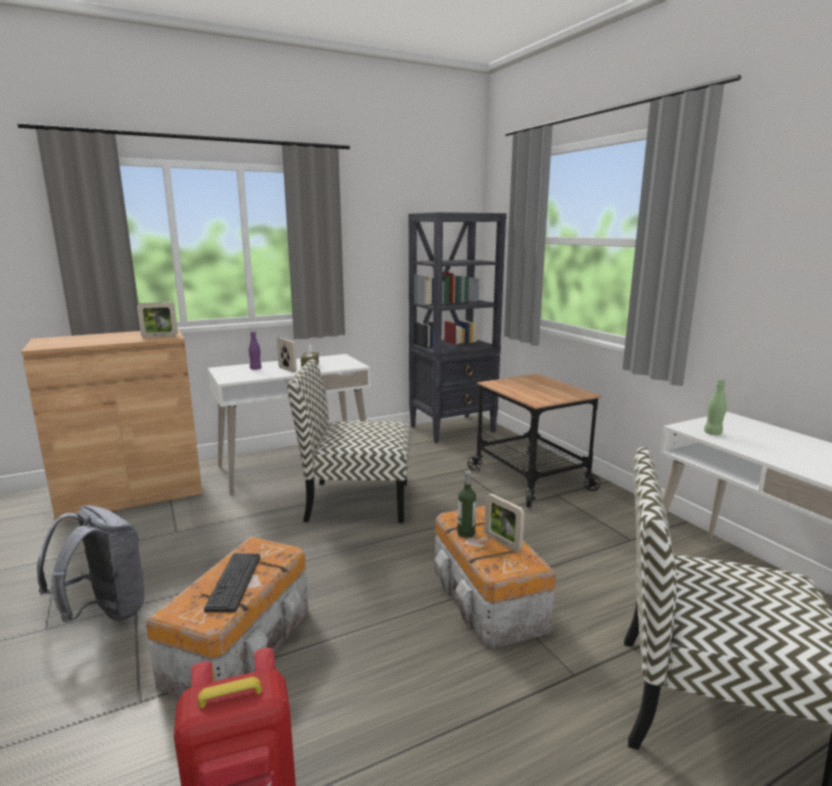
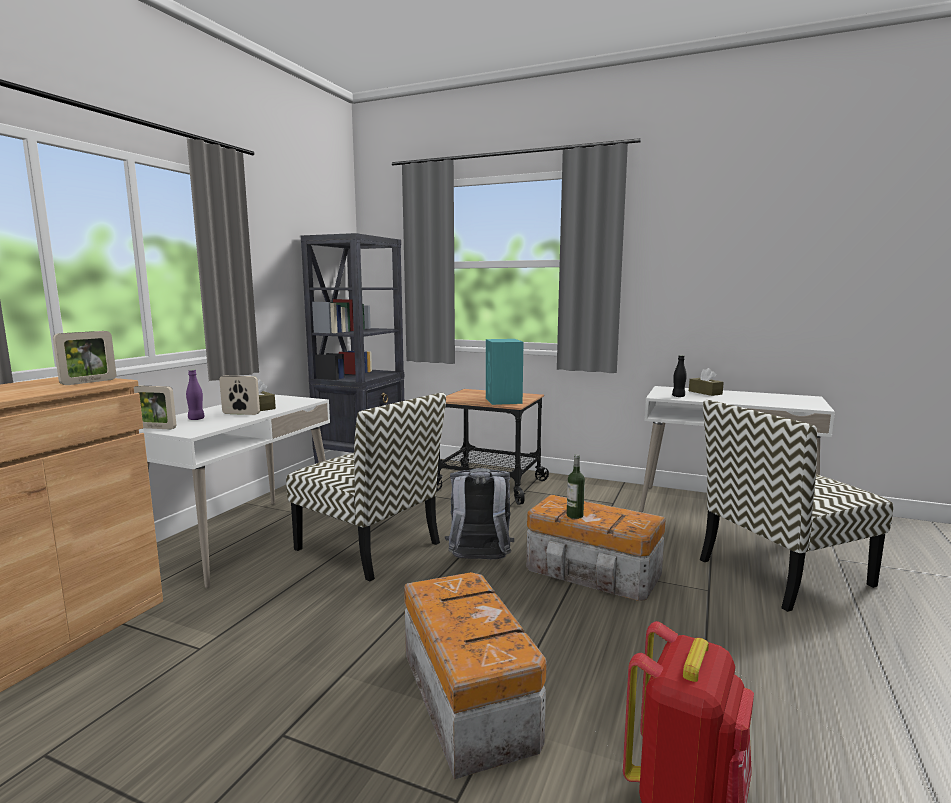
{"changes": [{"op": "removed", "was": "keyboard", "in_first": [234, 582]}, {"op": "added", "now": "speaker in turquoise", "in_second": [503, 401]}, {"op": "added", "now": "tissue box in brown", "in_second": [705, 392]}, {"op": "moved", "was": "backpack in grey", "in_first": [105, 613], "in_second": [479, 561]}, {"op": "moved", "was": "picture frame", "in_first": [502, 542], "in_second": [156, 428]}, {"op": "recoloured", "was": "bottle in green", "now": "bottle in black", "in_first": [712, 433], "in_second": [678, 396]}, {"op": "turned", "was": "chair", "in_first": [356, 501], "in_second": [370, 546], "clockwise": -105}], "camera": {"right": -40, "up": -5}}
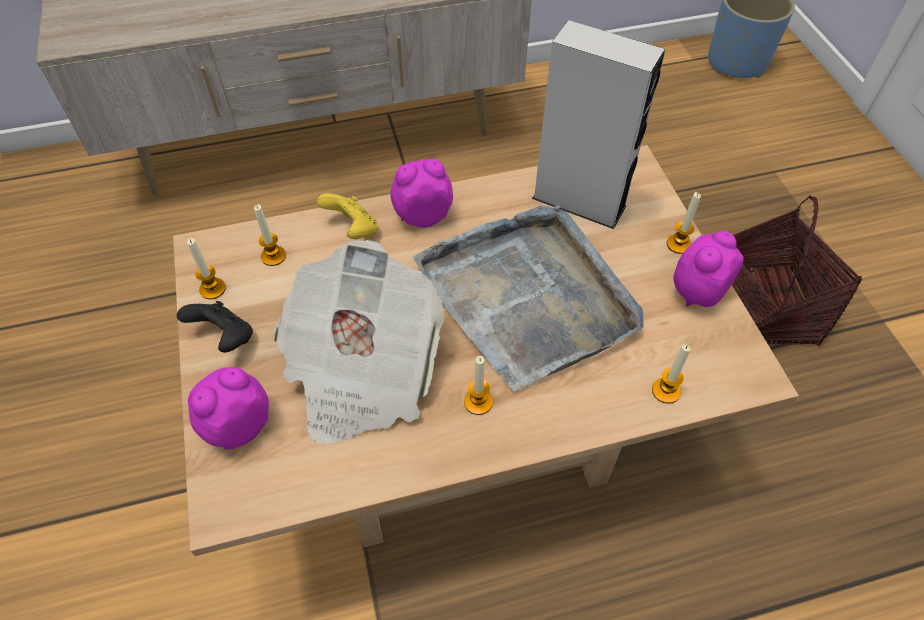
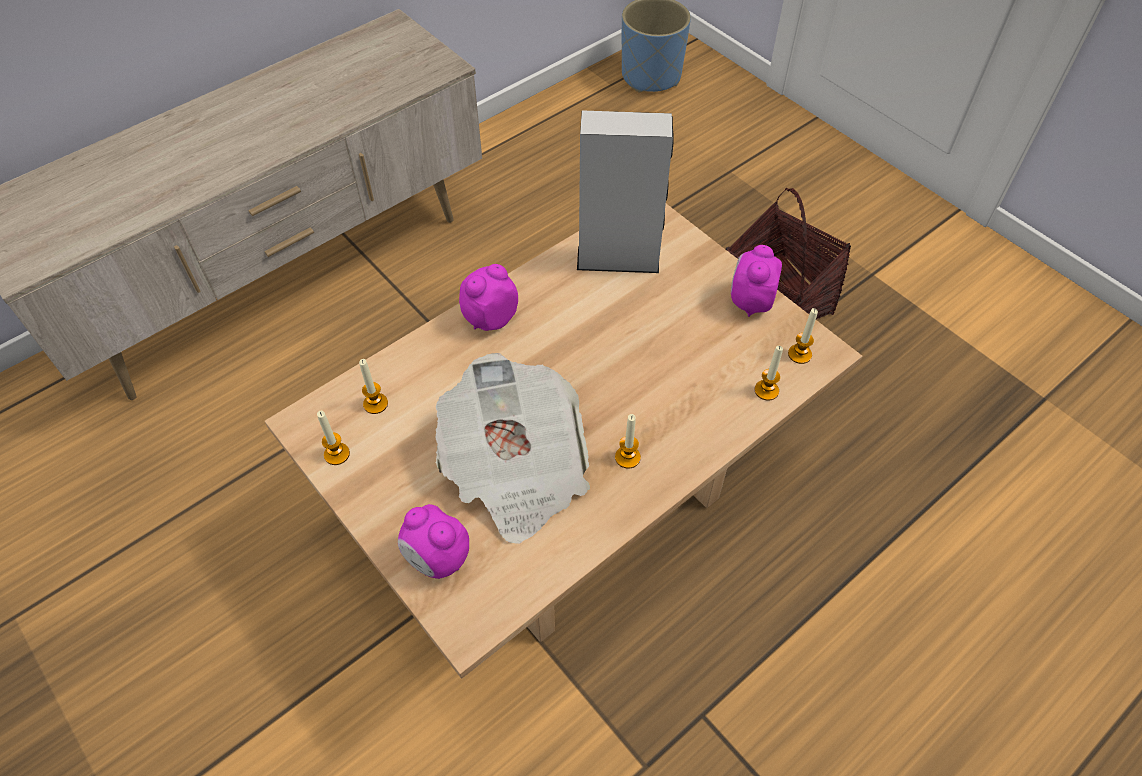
{"changes": [{"op": "removed", "was": "game controller in black", "in_first": [225, 338]}, {"op": "removed", "was": "game controller in yellow", "in_first": [353, 230]}, {"op": "removed", "was": "tray in grey", "in_first": [529, 296]}, {"op": "moved", "was": "candle", "in_first": [678, 244], "in_second": [799, 354]}, {"op": "turned", "was": "alarm clock", "in_first": [238, 425], "in_second": [437, 559], "clockwise": -75}], "camera": {"right": -25, "up": 0}}
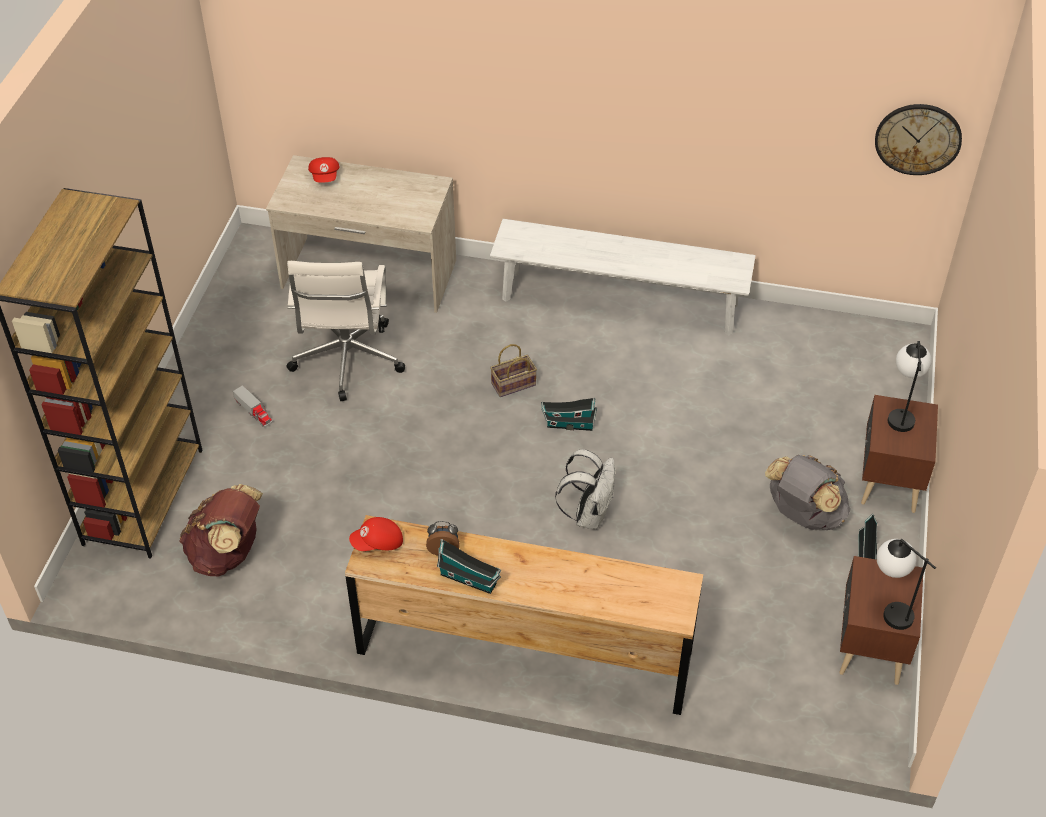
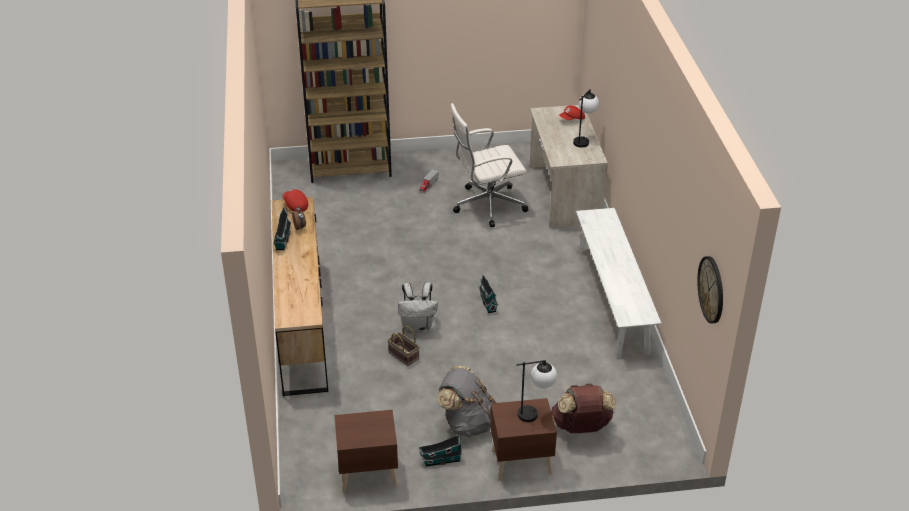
{"changes": [{"op": "moved", "was": "backpack in brown", "in_first": [228, 554], "in_second": [581, 427]}, {"op": "moved", "was": "basket", "in_first": [513, 385], "in_second": [402, 355]}, {"op": "moved", "was": "table lamp", "in_first": [888, 609], "in_second": [583, 140]}], "camera": {"right": 70, "up": -10}}
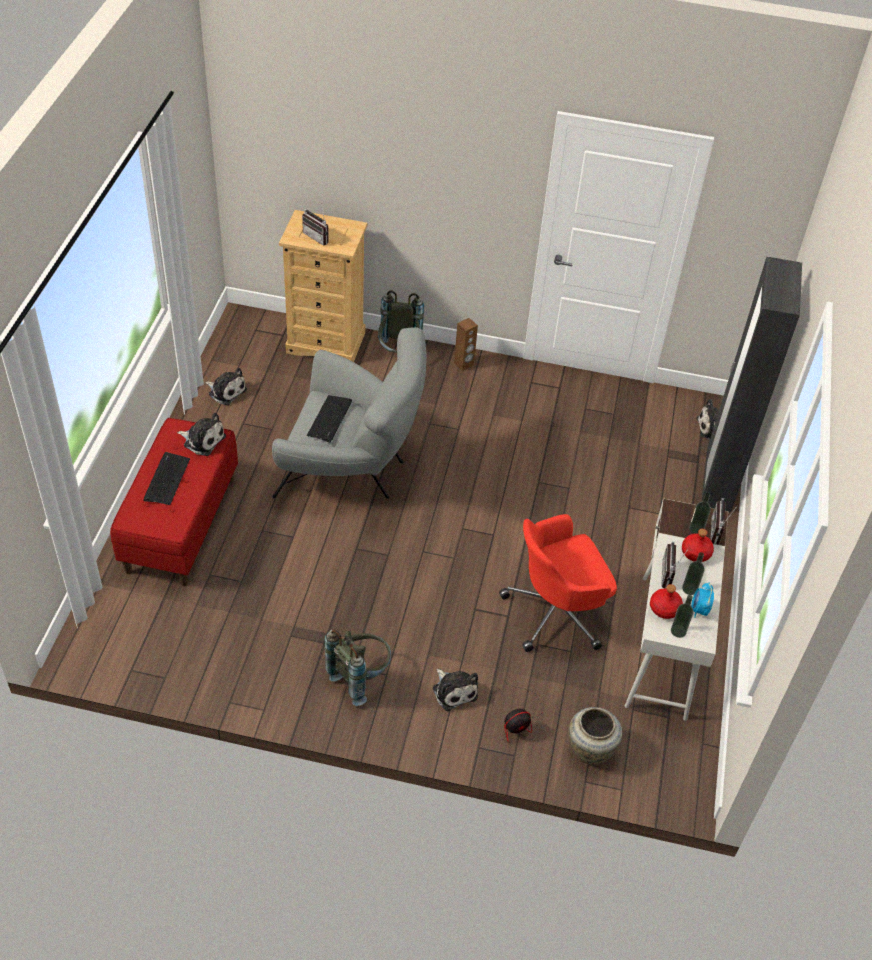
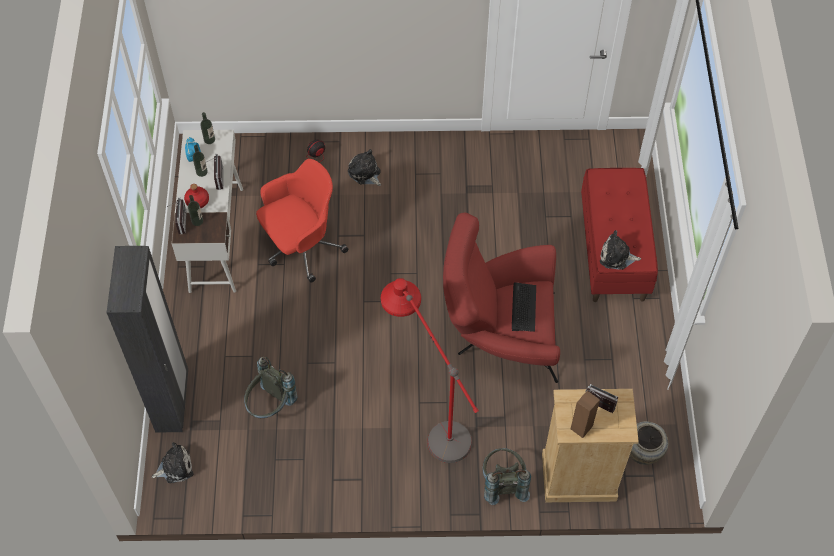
{"changes": [{"op": "removed", "was": "keyboard", "in_first": [166, 479]}, {"op": "removed", "was": "plush toy", "in_first": [226, 391]}, {"op": "removed", "was": "bottle in red", "in_first": [665, 608]}, {"op": "added", "now": "floor lamp in red", "in_second": [430, 418]}, {"op": "moved", "was": "backpack in grey", "in_first": [360, 677], "in_second": [270, 406]}, {"op": "moved", "was": "speaker in brown", "in_first": [464, 364], "in_second": [581, 427]}, {"op": "moved", "was": "vase in beige", "in_first": [590, 749], "in_second": [642, 453]}, {"op": "recoloured", "was": "armchair in grey", "now": "armchair in red", "in_first": [352, 469], "in_second": [499, 336]}], "camera": {"right": 170, "up": 10}}
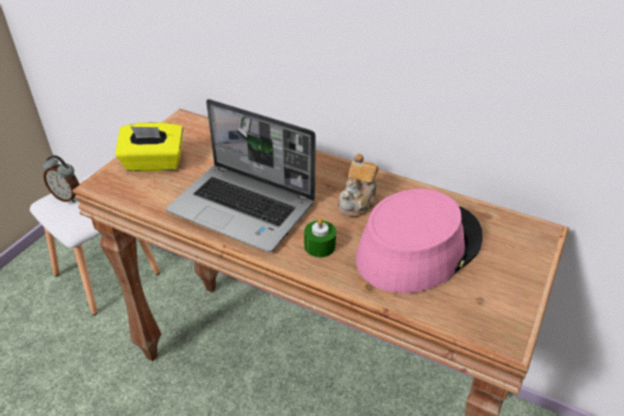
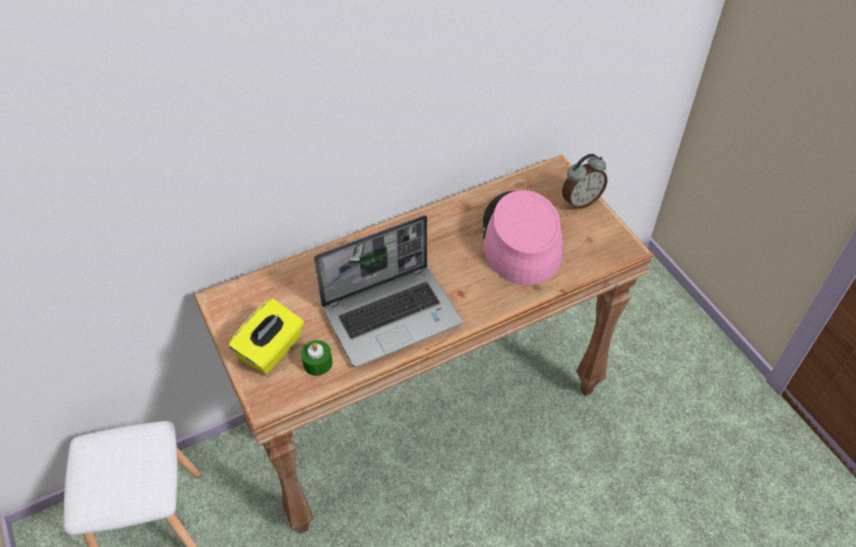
{"changes": [{"op": "removed", "was": "teapot", "in_first": [358, 201]}, {"op": "moved", "was": "alarm clock", "in_first": [68, 197], "in_second": [580, 201]}, {"op": "moved", "was": "candle in green", "in_first": [319, 246], "in_second": [317, 363]}], "camera": {"right": -55, "up": 10}}
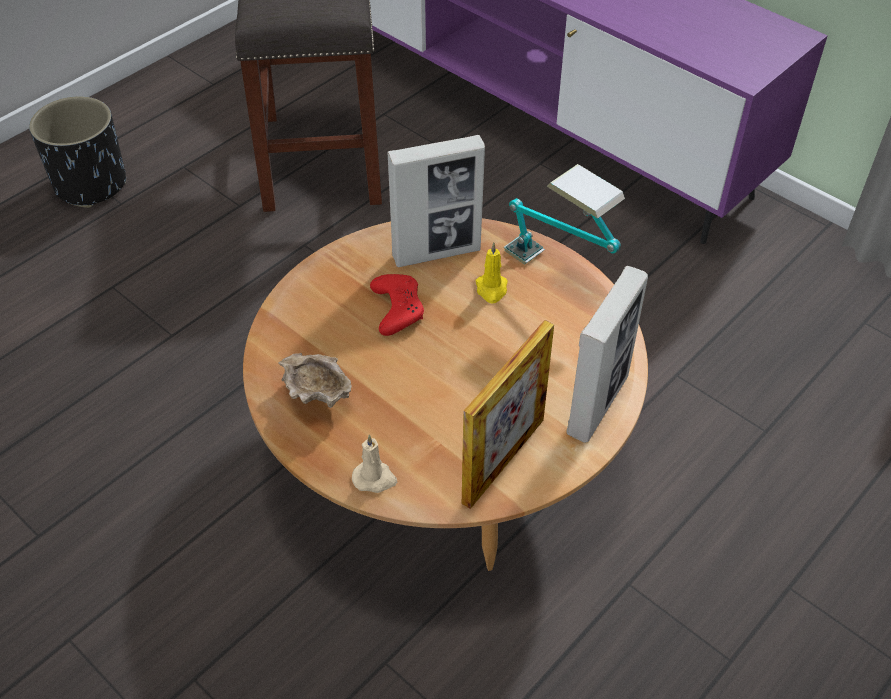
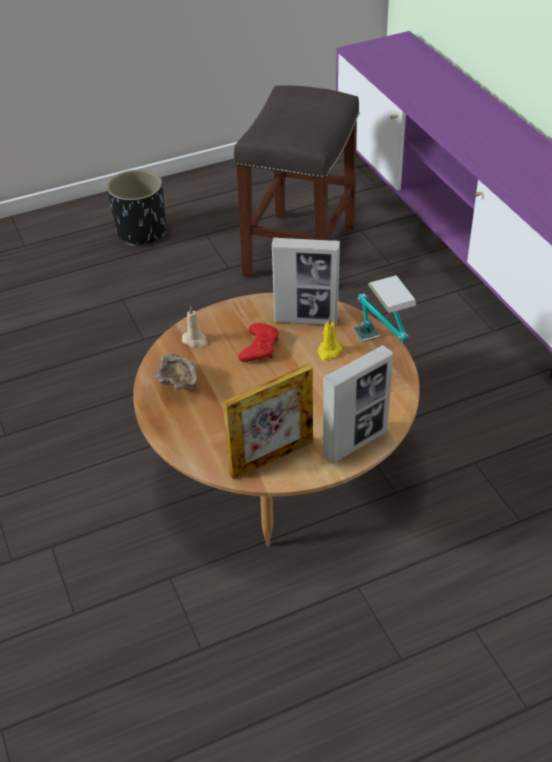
{"changes": [{"op": "moved", "was": "candle in beige", "in_first": [375, 478], "in_second": [195, 340]}], "camera": {"right": 25, "up": -5}}
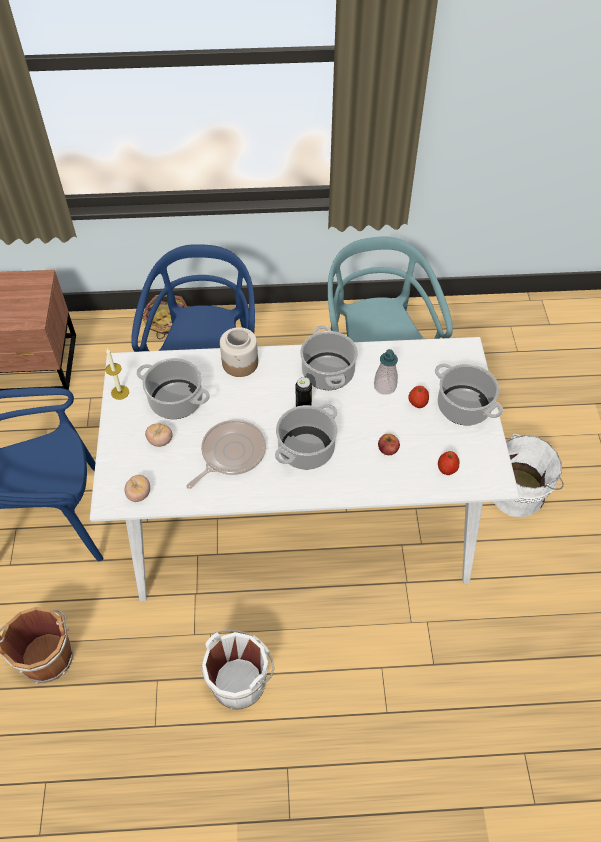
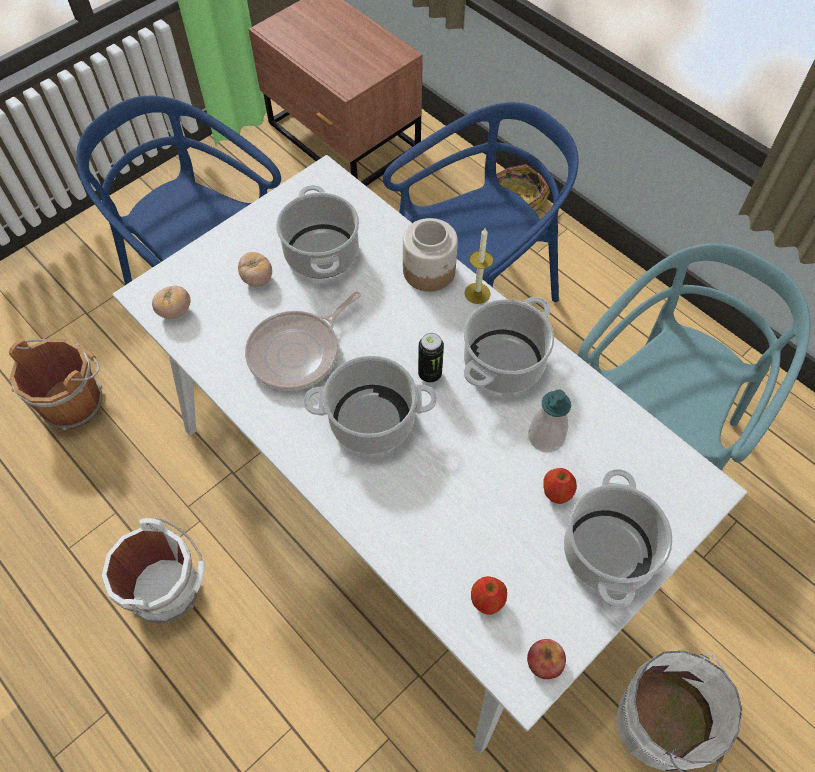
{"changes": [{"op": "moved", "was": "candle", "in_first": [120, 392], "in_second": [477, 293]}, {"op": "moved", "was": "apple", "in_first": [388, 448], "in_second": [544, 662]}, {"op": "turned", "was": "frying pan", "in_first": [230, 453], "in_second": [298, 352], "clockwise": 135}], "camera": {"right": 50, "up": 5}}
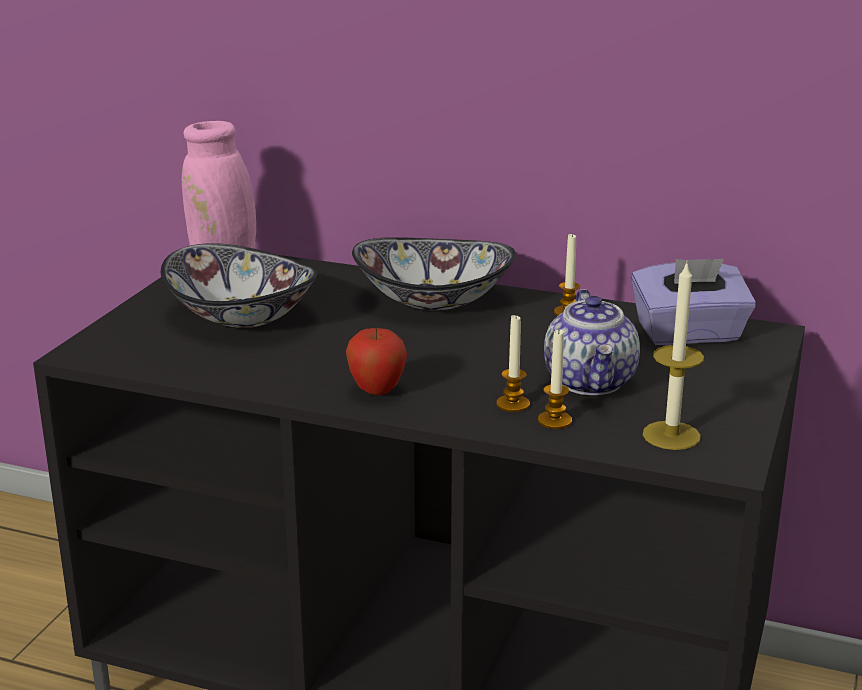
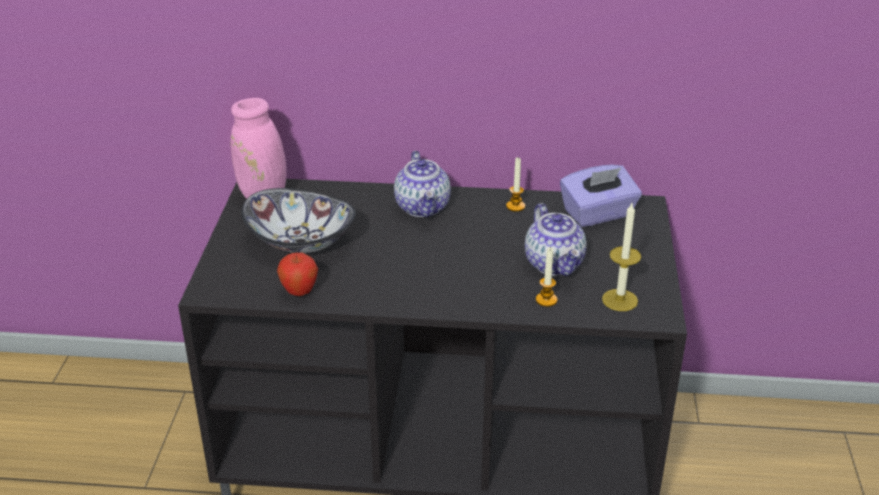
{"changes": [{"op": "removed", "was": "candle", "in_first": [513, 404]}, {"op": "moved", "was": "apple", "in_first": [377, 391], "in_second": [299, 292]}, {"op": "replaced", "was": "bowl", "now": "teapot", "in_first": [434, 300], "in_second": [423, 207]}], "camera": {"right": -15, "up": 10}}
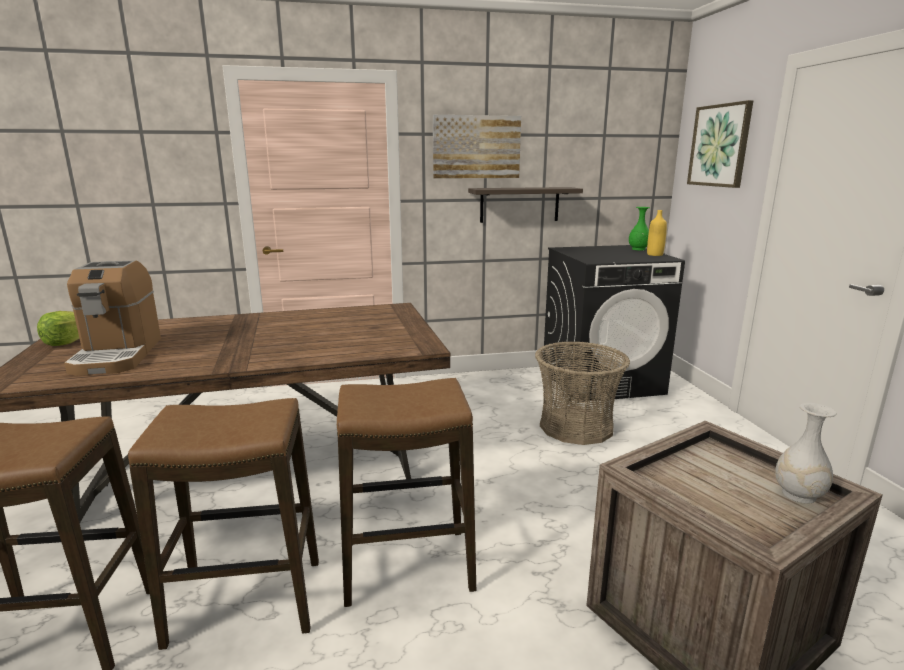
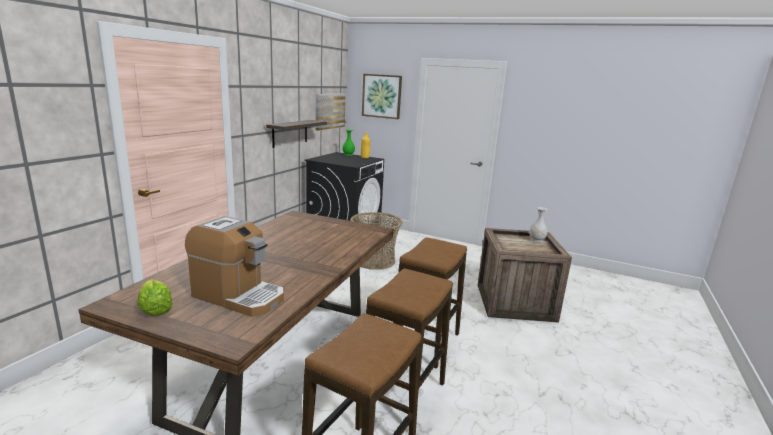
{"changes": [{"op": "moved", "was": "picture", "in_first": [476, 147], "in_second": [329, 111]}], "camera": {"right": -55, "up": 0}}
